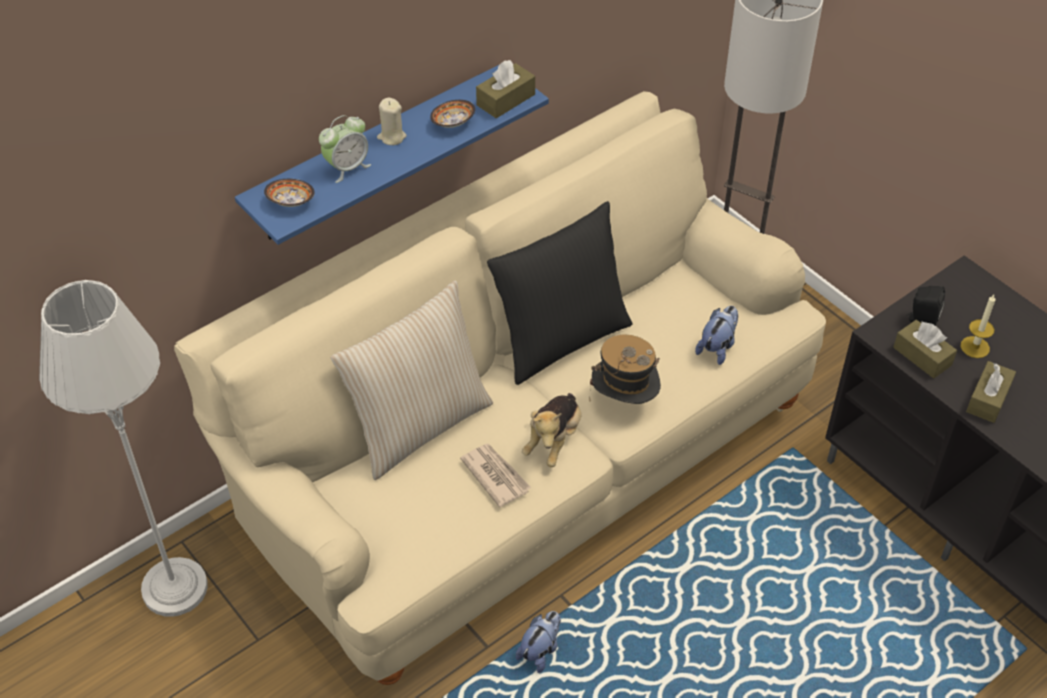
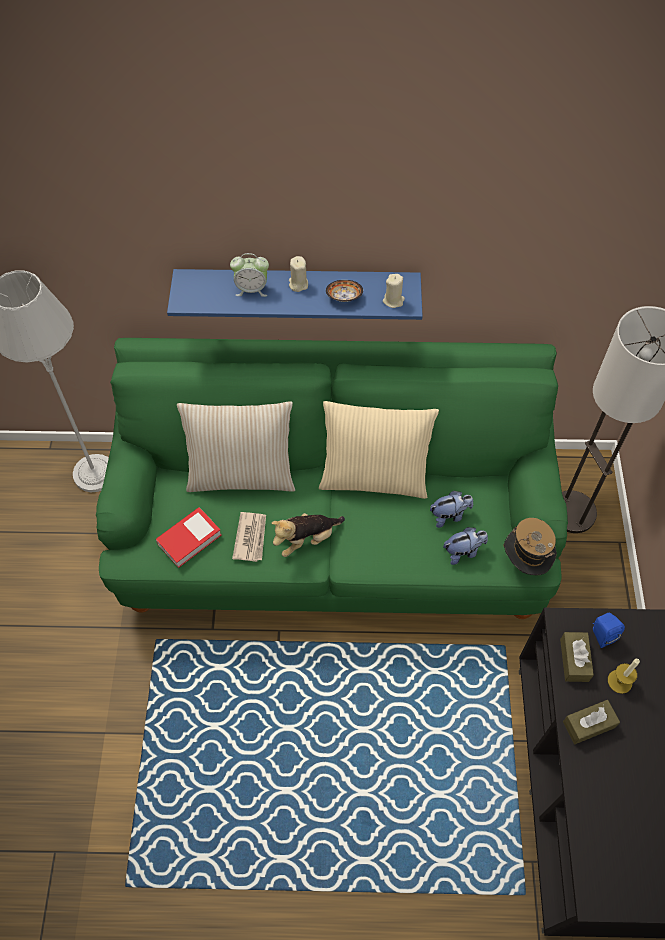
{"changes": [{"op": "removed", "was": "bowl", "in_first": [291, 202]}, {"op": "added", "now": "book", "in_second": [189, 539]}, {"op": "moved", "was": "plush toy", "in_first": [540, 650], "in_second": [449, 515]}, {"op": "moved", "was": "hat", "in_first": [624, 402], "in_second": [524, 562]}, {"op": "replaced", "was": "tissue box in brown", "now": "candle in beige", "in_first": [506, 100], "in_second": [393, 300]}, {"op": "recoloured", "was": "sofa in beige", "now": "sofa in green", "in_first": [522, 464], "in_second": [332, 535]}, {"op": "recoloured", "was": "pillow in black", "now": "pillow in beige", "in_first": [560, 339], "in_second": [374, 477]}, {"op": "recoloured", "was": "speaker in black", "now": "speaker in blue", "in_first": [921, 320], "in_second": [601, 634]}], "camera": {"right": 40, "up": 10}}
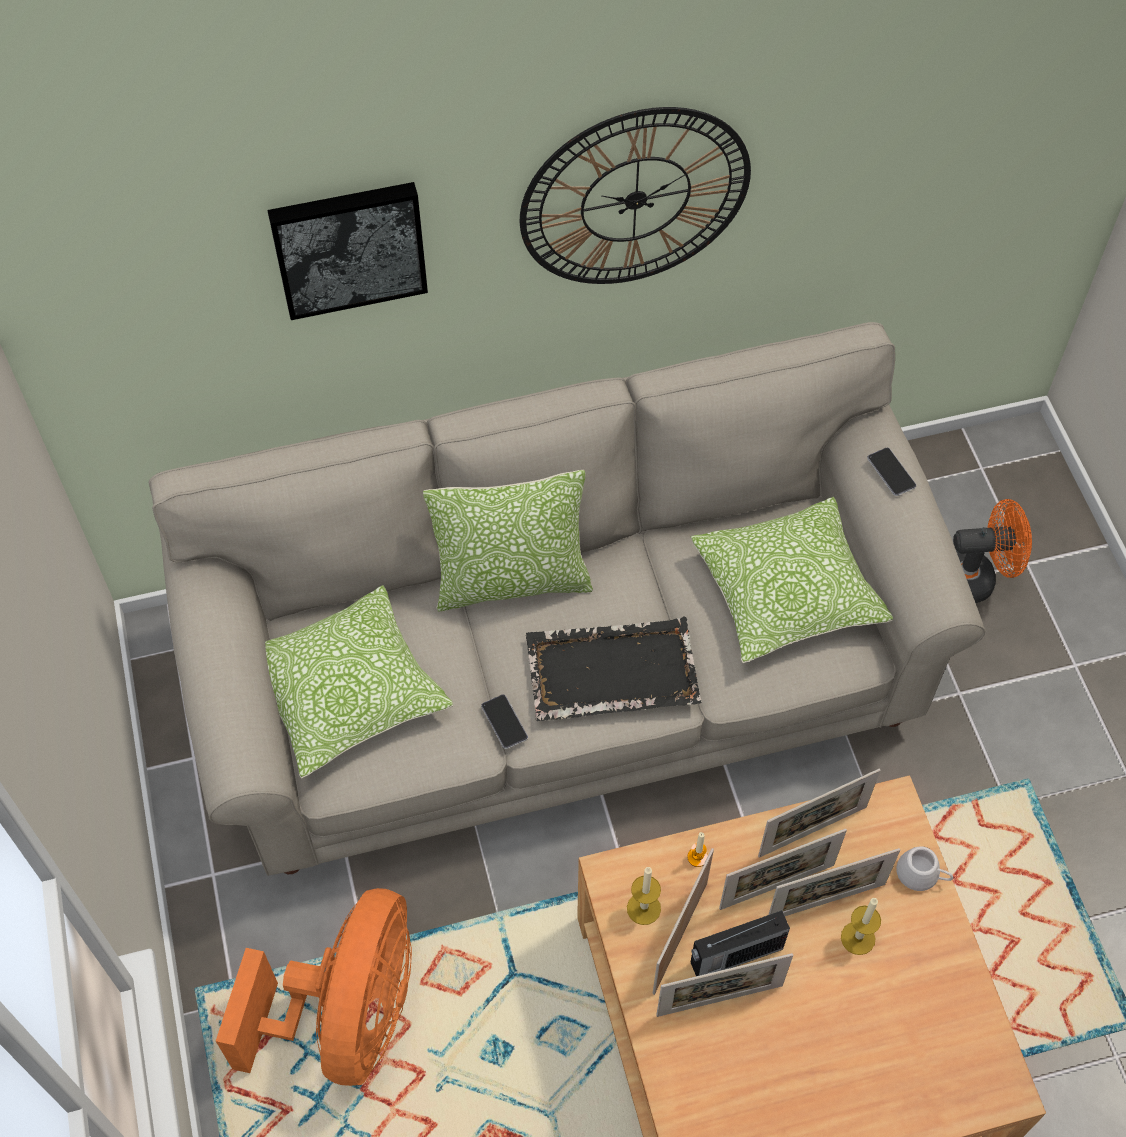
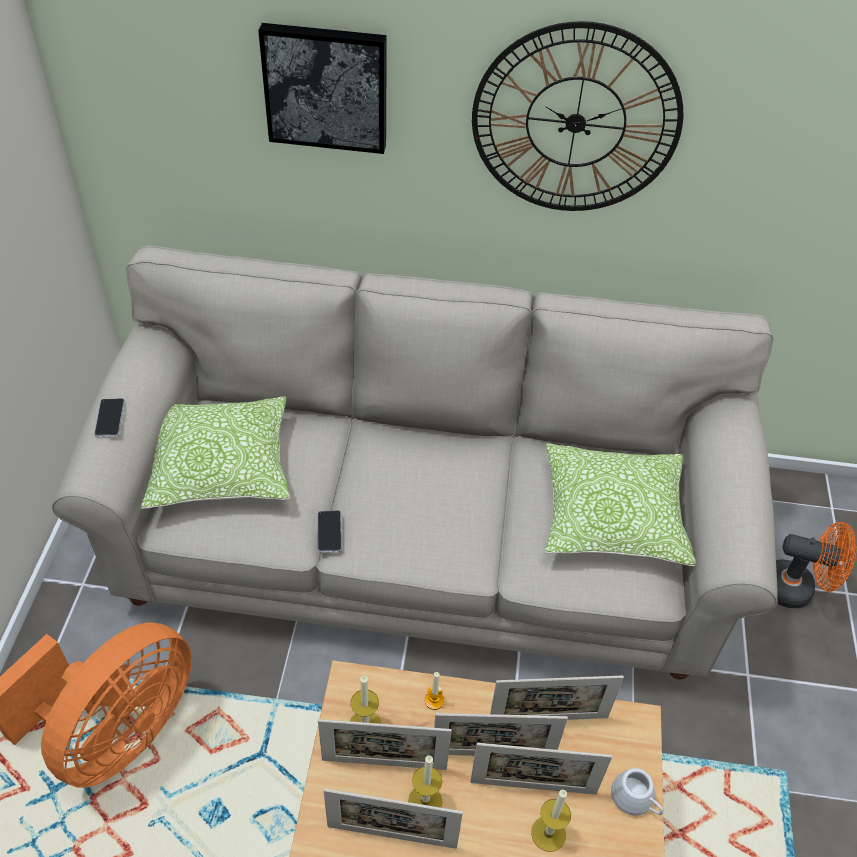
{"changes": [{"op": "removed", "was": "pillow", "in_first": [512, 581]}, {"op": "removed", "was": "tray in black", "in_first": [610, 672]}, {"op": "moved", "was": "phone", "in_first": [891, 472], "in_second": [110, 418]}, {"op": "replaced", "was": "radio", "now": "candle", "in_first": [734, 956], "in_second": [425, 801]}, {"op": "turned", "was": "picture frame", "in_first": [680, 937], "in_second": [384, 764], "clockwise": -135}], "camera": {"right": 20, "up": -10}}
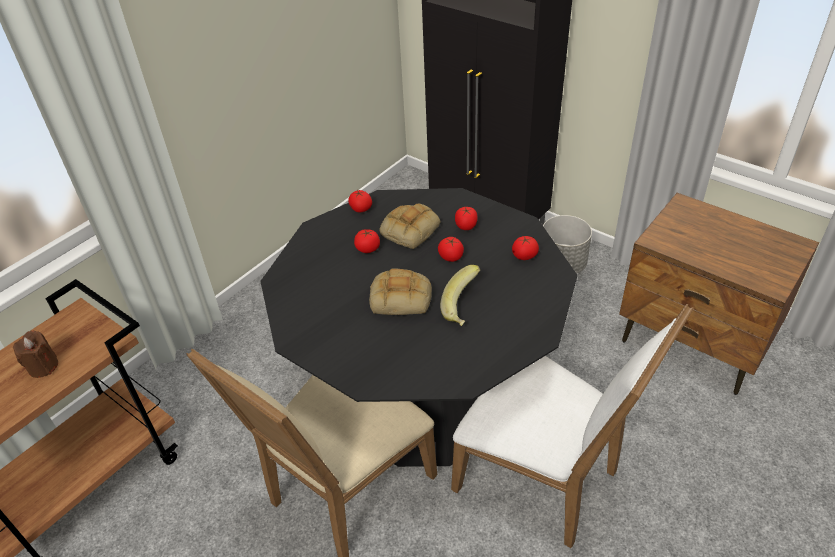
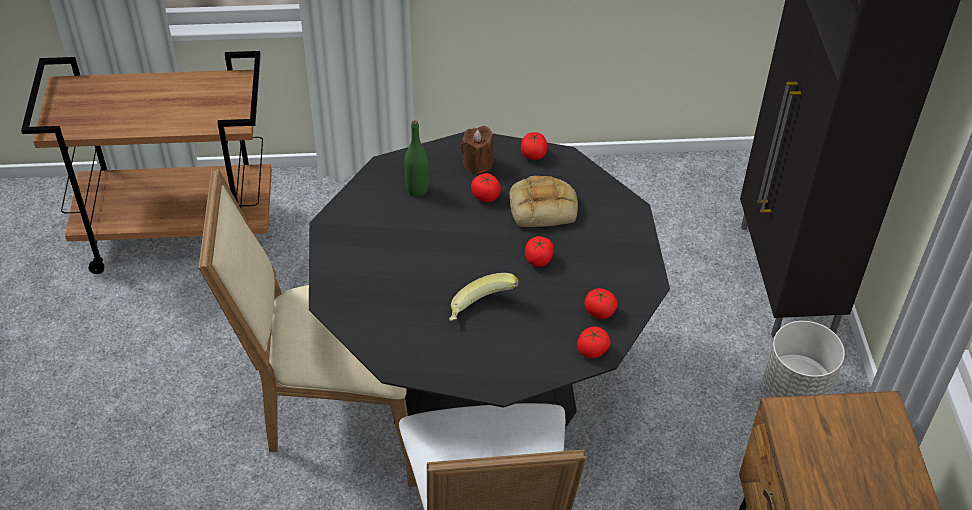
{"changes": [{"op": "removed", "was": "bread", "in_first": [402, 297]}, {"op": "added", "now": "bottle in green", "in_second": [417, 189]}, {"op": "moved", "was": "candle in brown", "in_first": [43, 366], "in_second": [478, 163]}, {"op": "moved", "was": "tomato", "in_first": [466, 226], "in_second": [592, 350]}], "camera": {"right": 45, "up": 5}}
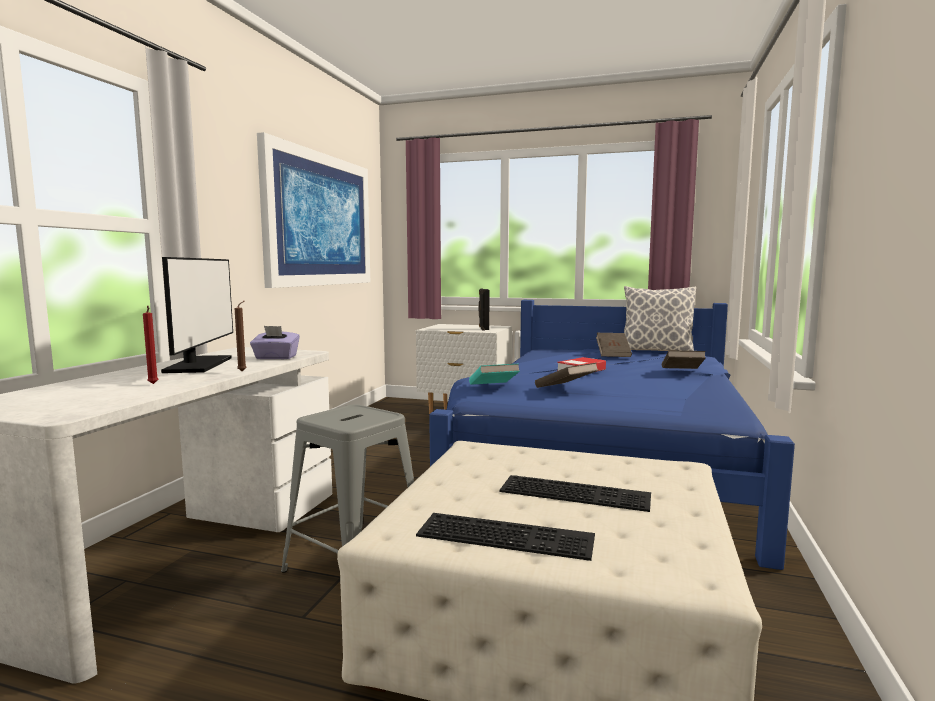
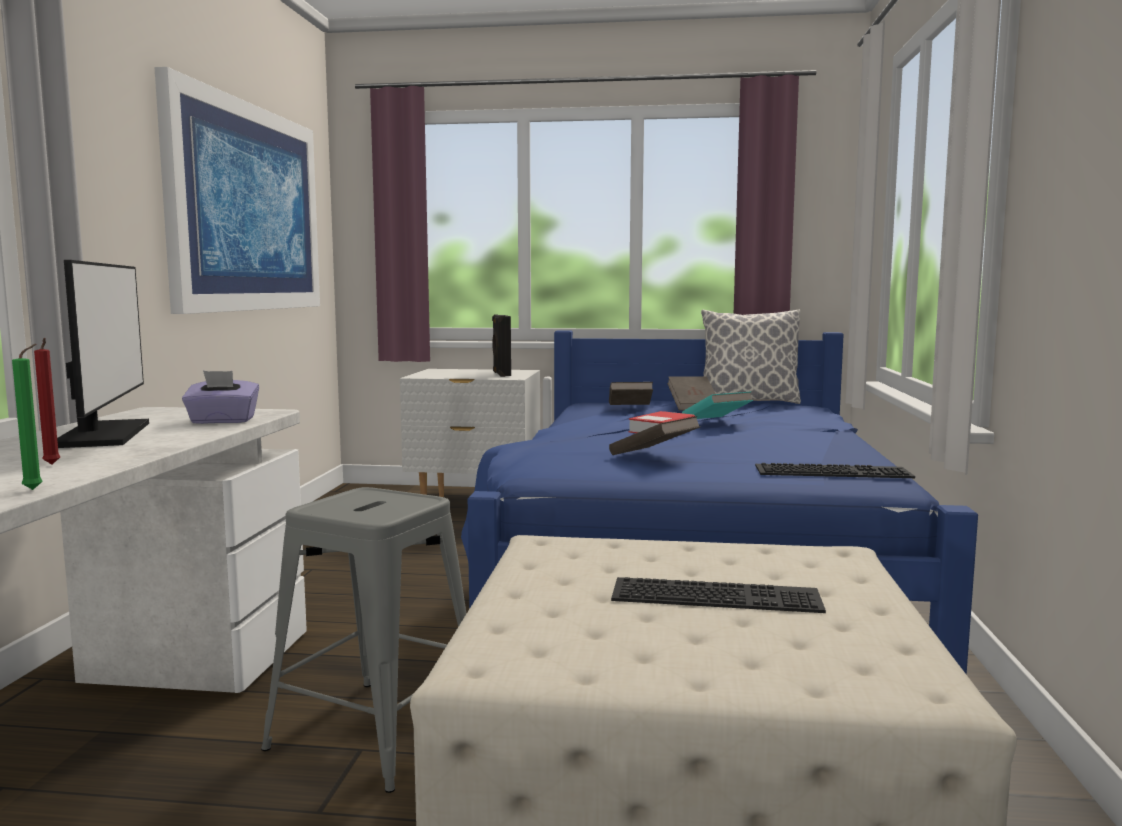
{"changes": [{"op": "removed", "was": "candle in brown", "in_first": [243, 371]}, {"op": "added", "now": "candle in green", "in_second": [36, 489]}, {"op": "moved", "was": "keyboard", "in_first": [508, 534], "in_second": [833, 471]}, {"op": "moved", "was": "book in turquoise", "in_first": [493, 387], "in_second": [715, 422]}, {"op": "moved", "was": "book in brown", "in_first": [682, 371], "in_second": [630, 408]}], "camera": {"right": -10, "up": 0}}
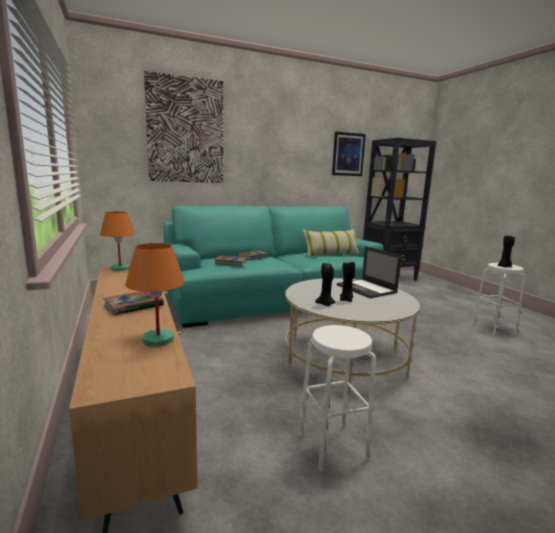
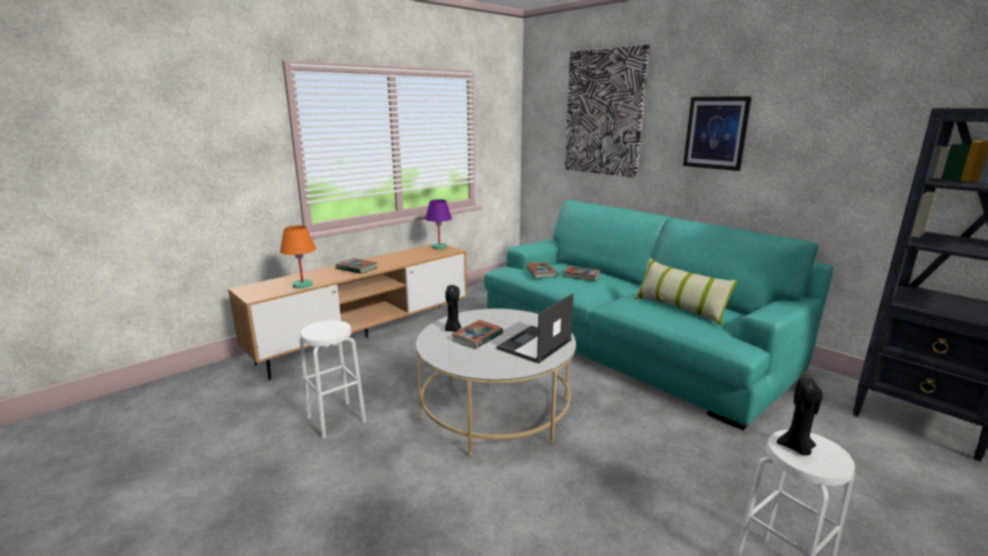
{"changes": [{"op": "moved", "was": "picture", "in_first": [348, 154], "in_second": [716, 133]}, {"op": "replaced", "was": "candle in black", "now": "book", "in_first": [346, 300], "in_second": [477, 337]}, {"op": "recoloured", "was": "table lamp in orange", "now": "table lamp in purple", "in_first": [120, 268], "in_second": [439, 247]}], "camera": {"right": 70, "up": 5}}
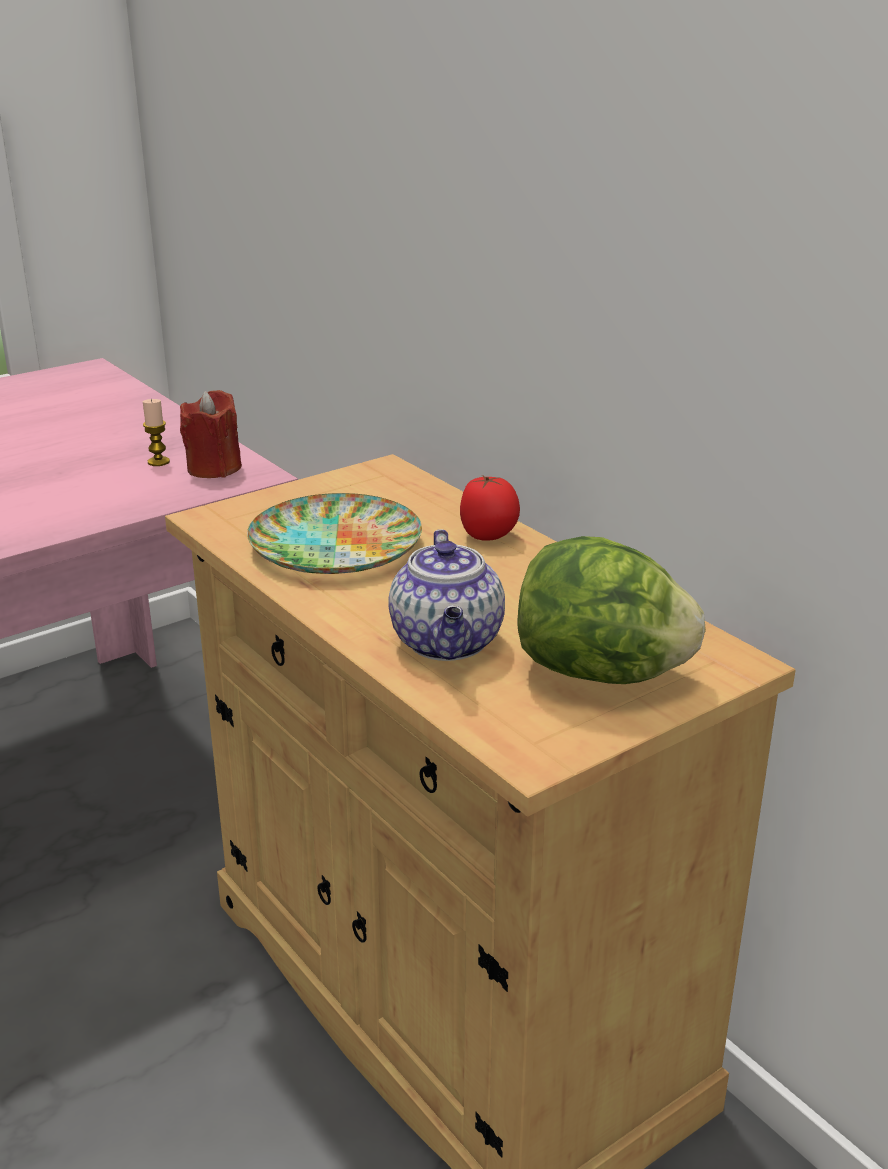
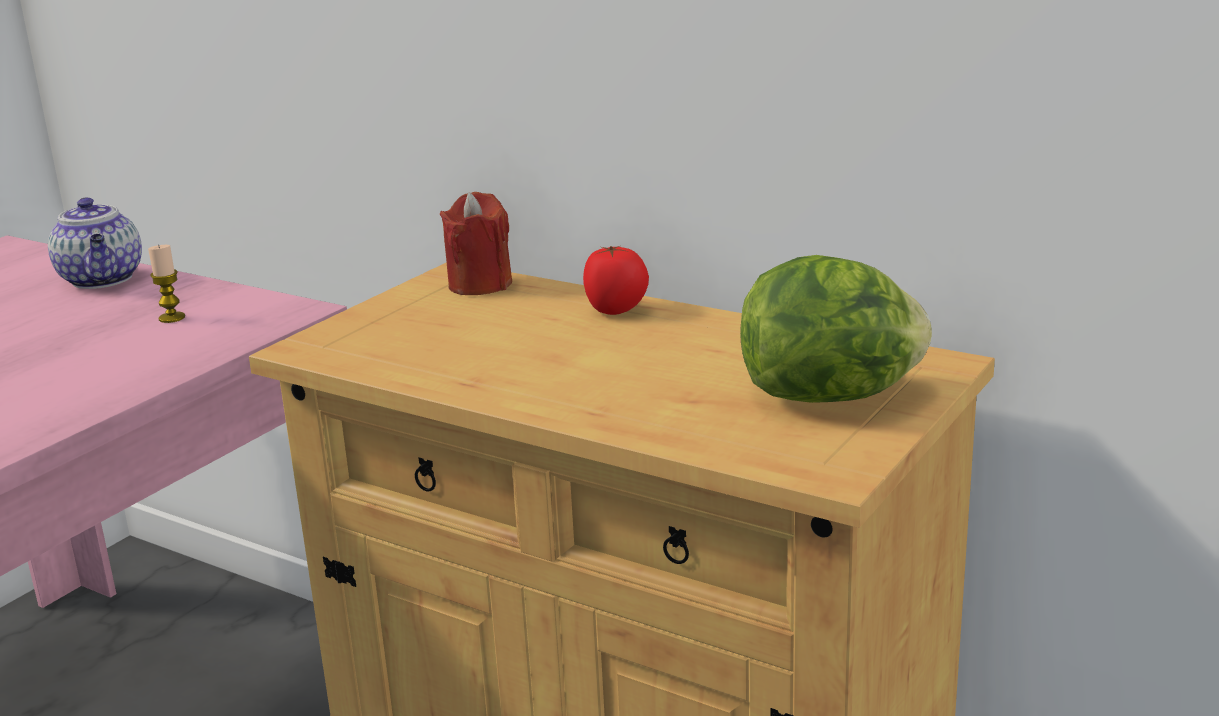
{"changes": [{"op": "removed", "was": "plate", "in_first": [334, 546]}, {"op": "moved", "was": "candle in red", "in_first": [214, 468], "in_second": [480, 285]}, {"op": "moved", "was": "teapot", "in_first": [448, 644], "in_second": [103, 280]}], "camera": {"right": -20, "up": -5}}
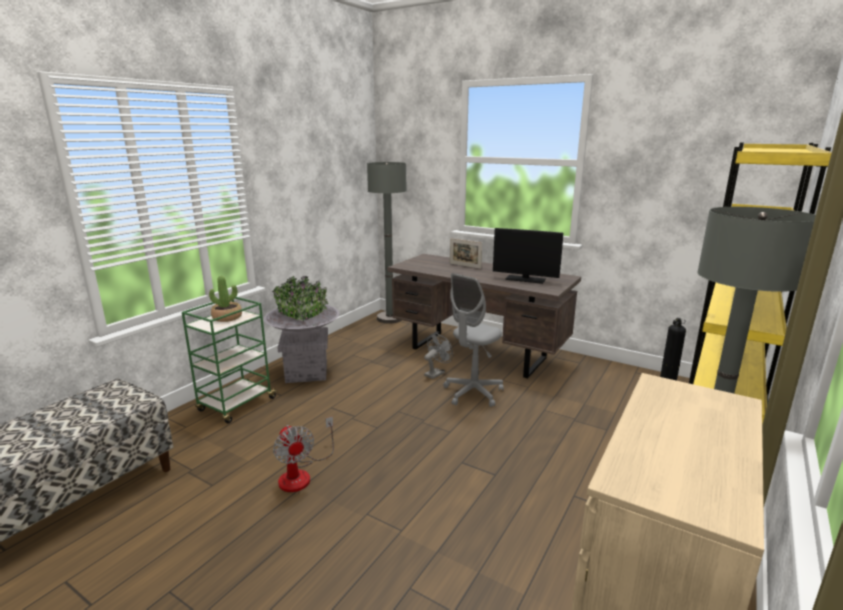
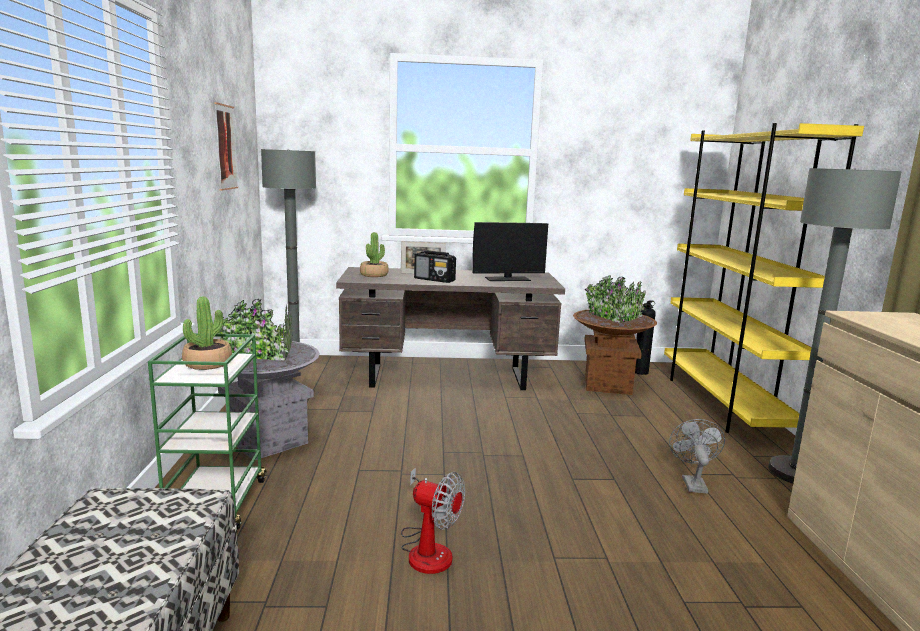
{"changes": [{"op": "removed", "was": "office chair in grey", "in_first": [473, 393]}, {"op": "added", "now": "picture", "in_second": [226, 147]}, {"op": "added", "now": "potted plant", "in_second": [374, 275]}, {"op": "added", "now": "radio", "in_second": [435, 280]}, {"op": "added", "now": "planter in brown", "in_second": [608, 385]}, {"op": "moved", "was": "fan in grey", "in_first": [436, 373], "in_second": [692, 482]}], "camera": {"right": -35, "up": -5}}
